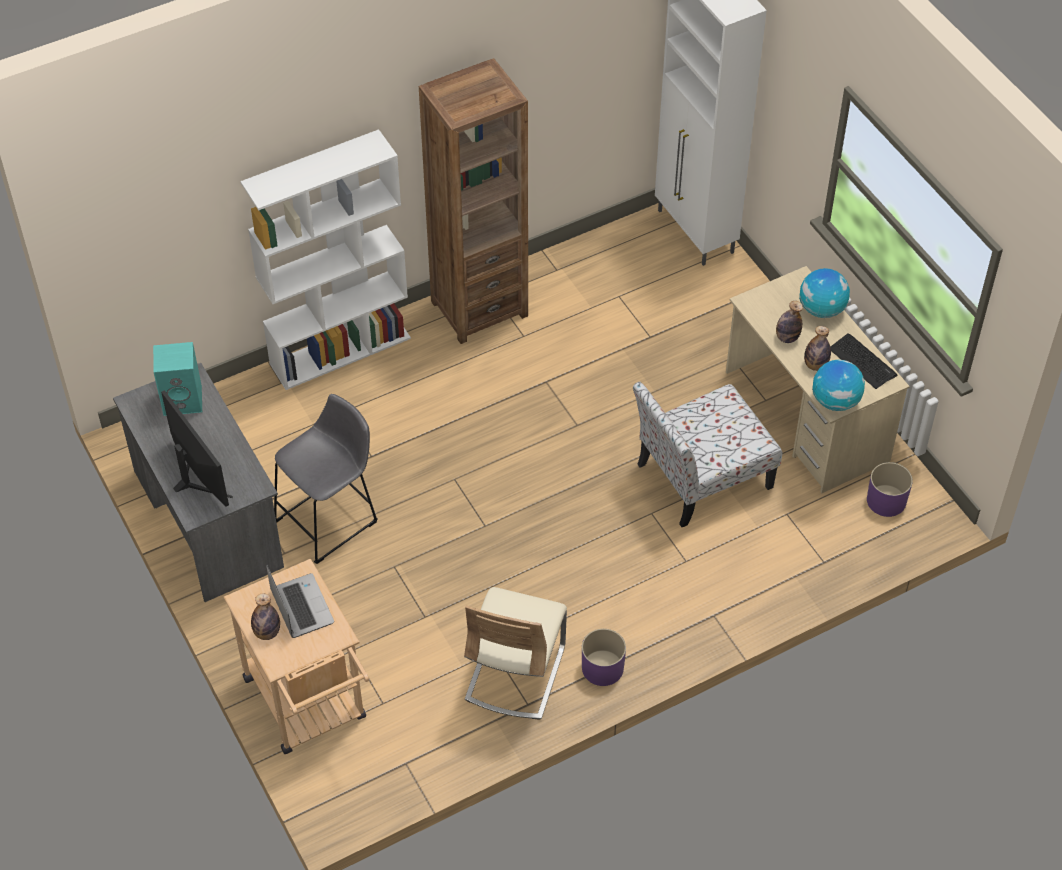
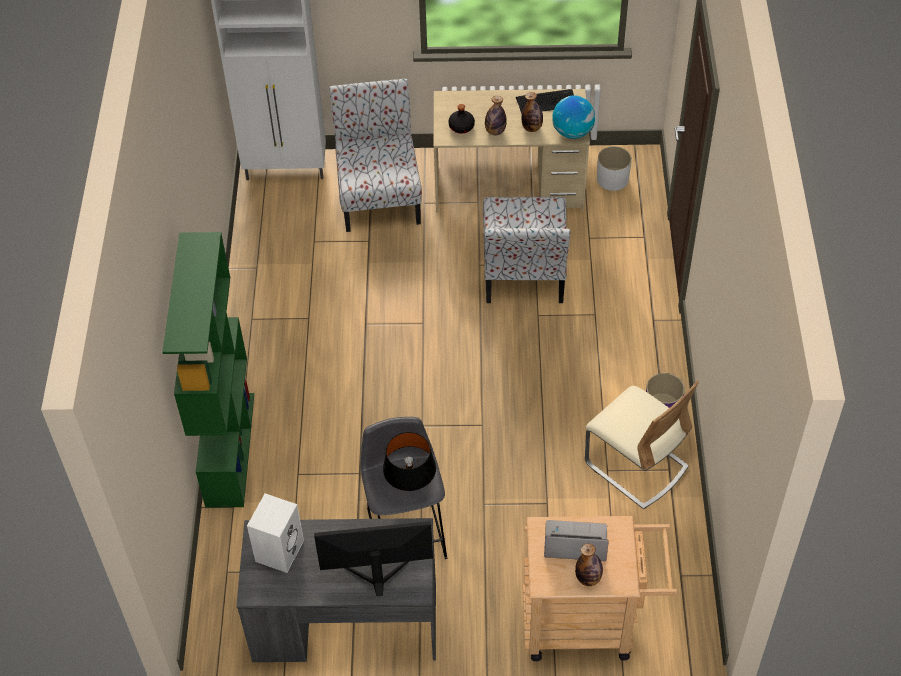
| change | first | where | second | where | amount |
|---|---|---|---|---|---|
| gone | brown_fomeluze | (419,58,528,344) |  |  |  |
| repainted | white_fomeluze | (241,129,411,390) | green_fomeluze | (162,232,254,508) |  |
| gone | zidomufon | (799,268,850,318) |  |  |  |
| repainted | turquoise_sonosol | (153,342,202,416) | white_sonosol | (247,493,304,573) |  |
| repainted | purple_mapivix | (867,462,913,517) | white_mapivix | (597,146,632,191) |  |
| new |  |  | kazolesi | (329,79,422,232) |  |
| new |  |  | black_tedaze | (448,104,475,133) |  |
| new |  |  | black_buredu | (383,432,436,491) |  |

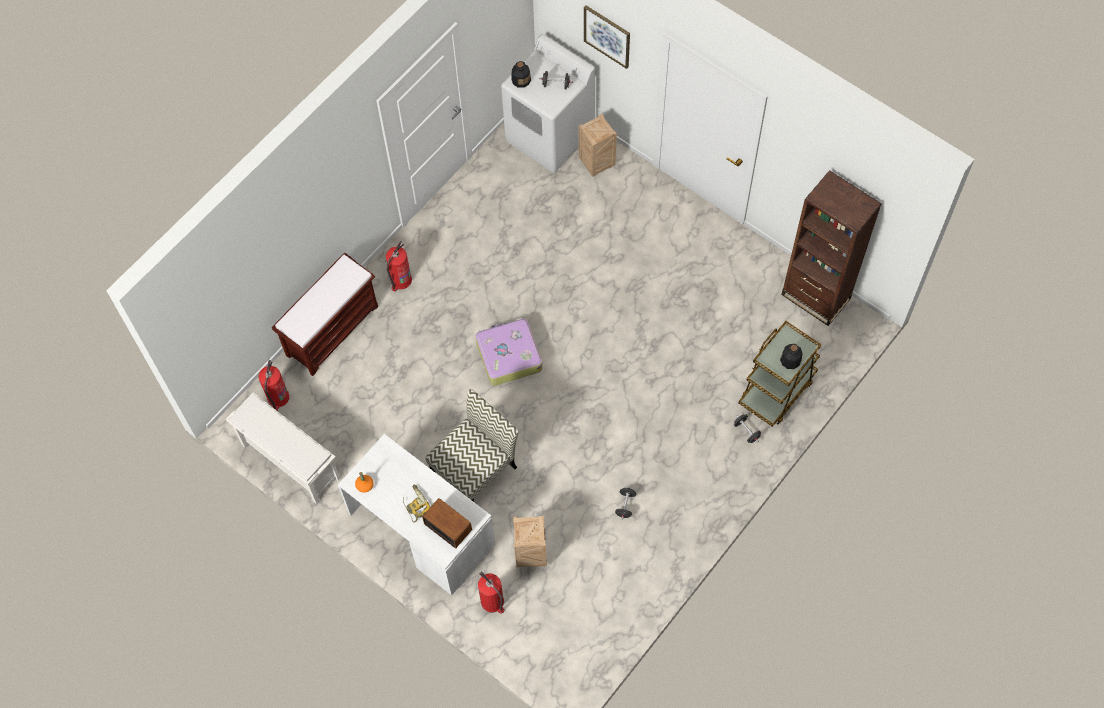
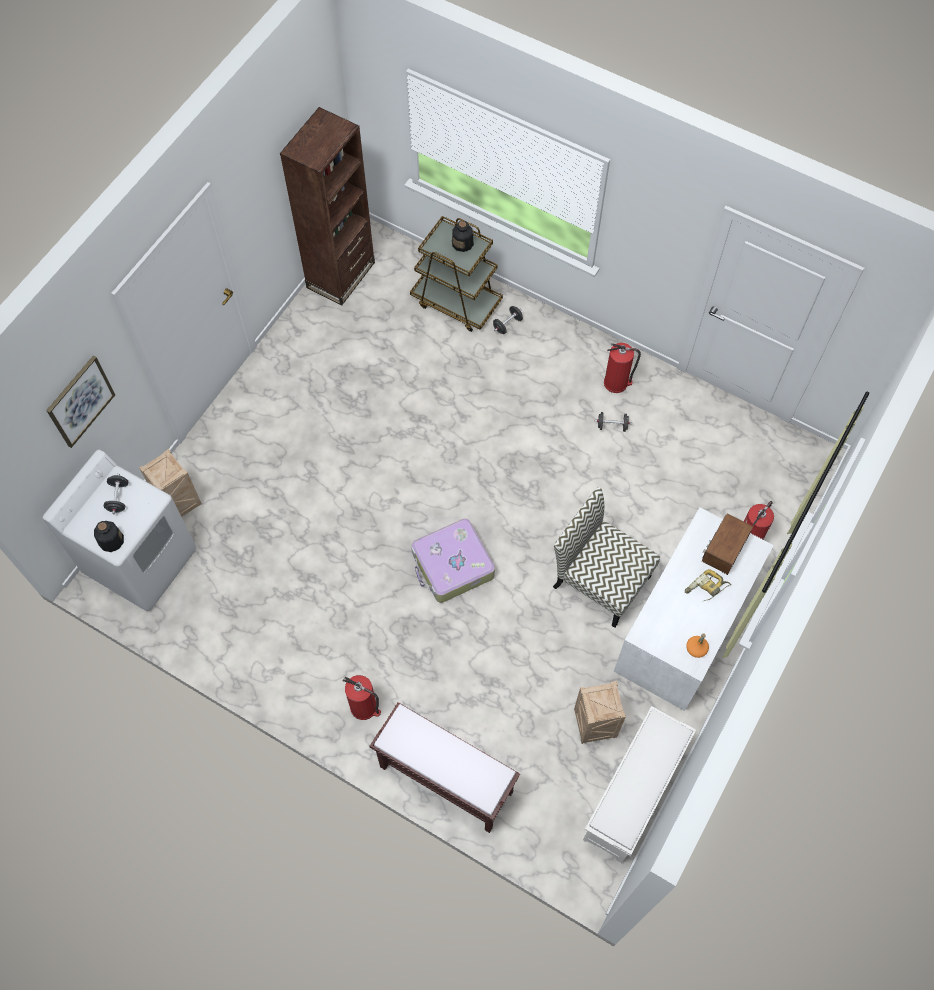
| change | first | where | second | where | amount |
|---|---|---|---|---|---|
| shifted | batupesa | (258,360,289,411) |  | (604,343,641,393) |  |
| shifted | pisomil | (513,516,547,568) |  | (574,681,626,744) |  |

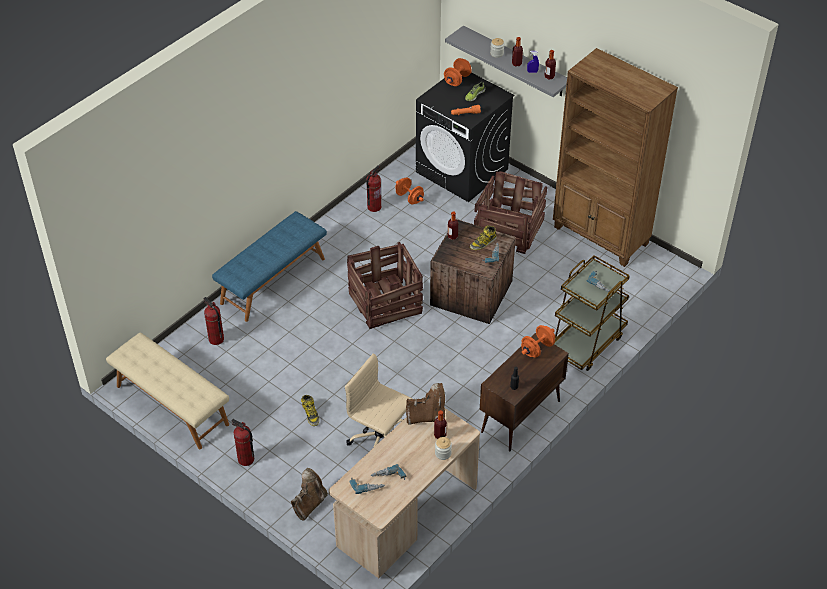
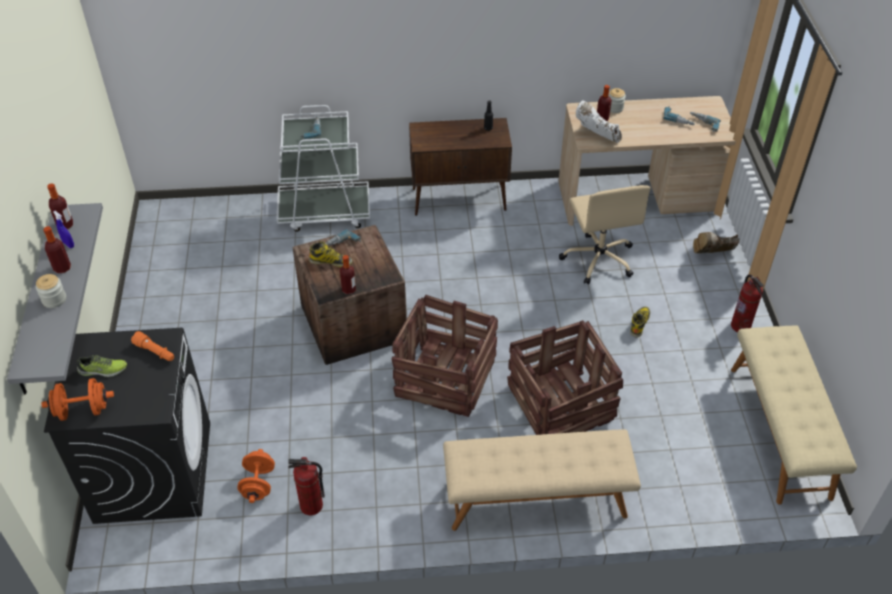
| change | first | where | second | where | amount |
|---|---|---|---|---|---|
| gone | brown_fomeluze | (553,48,678,267) |  |  |  |
| shifted | pisomil | (474,171,547,254) |  | (507,320,623,435) |  |
| repainted | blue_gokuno | (212,211,327,322) | beige_gokuno | (443,429,641,531) |  |
| repainted | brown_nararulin | (554,255,630,371) | white_nararulin | (277,105,370,232) |  |
| gone | batupesa | (204,297,224,345) |  |  |  |
| gone | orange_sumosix | (521,325,555,358) |  |  |  |
| repainted | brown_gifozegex | (406,383,445,425) | white_gifozegex | (576,100,622,143) |  |

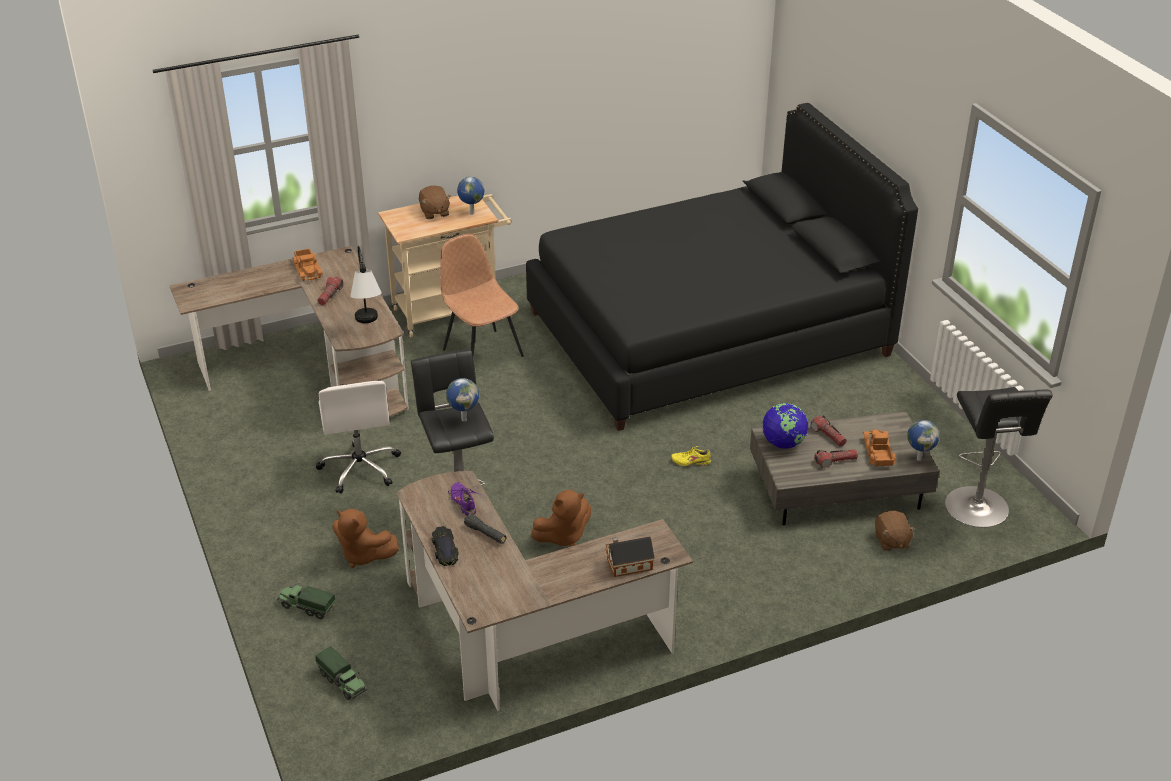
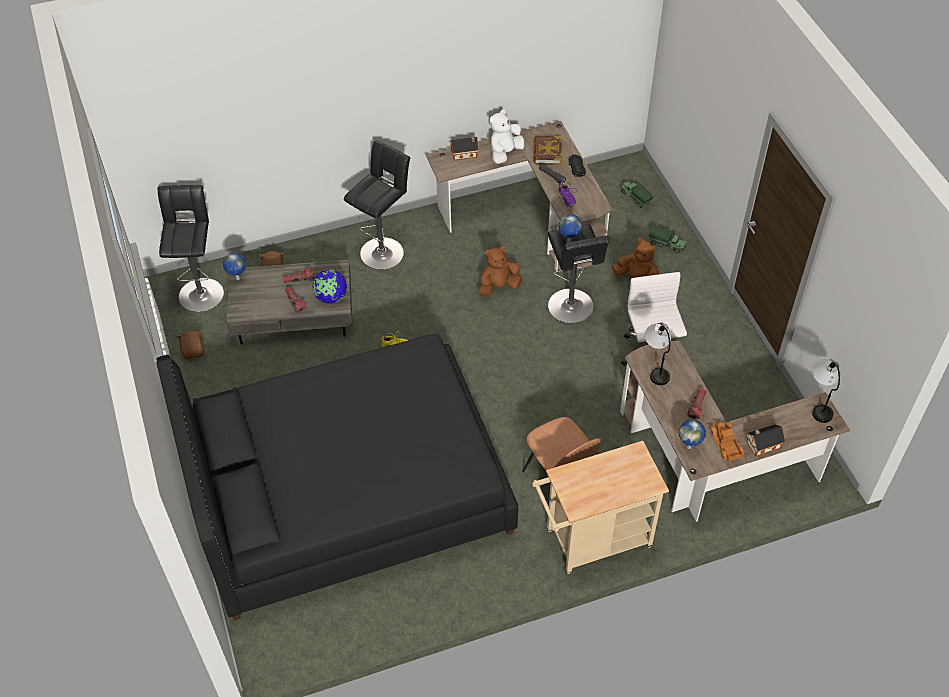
| change | first | where | second | where | amount |
|---|---|---|---|---|---|
| shifted | zidomufon | (457,177,485,215) |  | (679,419,706,449) |  |
| shifted | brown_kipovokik | (419,185,451,219) |  | (176,330,204,359) |  |
| gone | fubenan | (863,430,896,466) |  |  |  |
| new |  |  | white_kipovokik | (490,110,525,164) |  |
| new |  |  | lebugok | (534,136,562,165) |  |
| new |  |  | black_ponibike | (344,140,410,270) |  |
| new |  |  | buredu | (812,359,840,423) |  |
| new |  |  | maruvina | (746,424,785,457) |  |

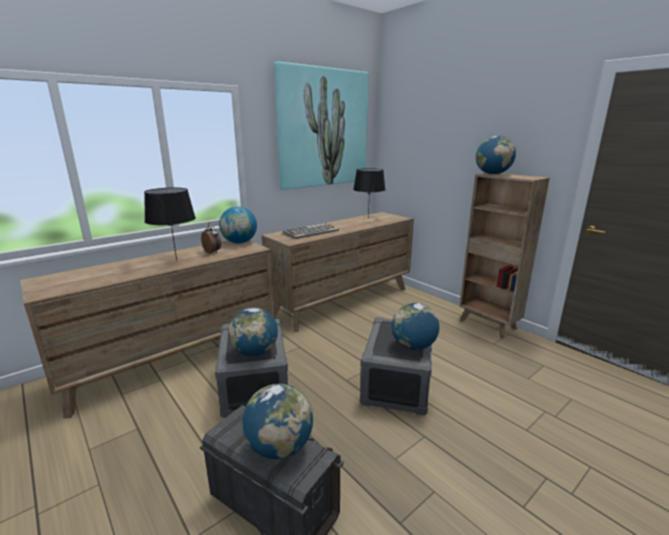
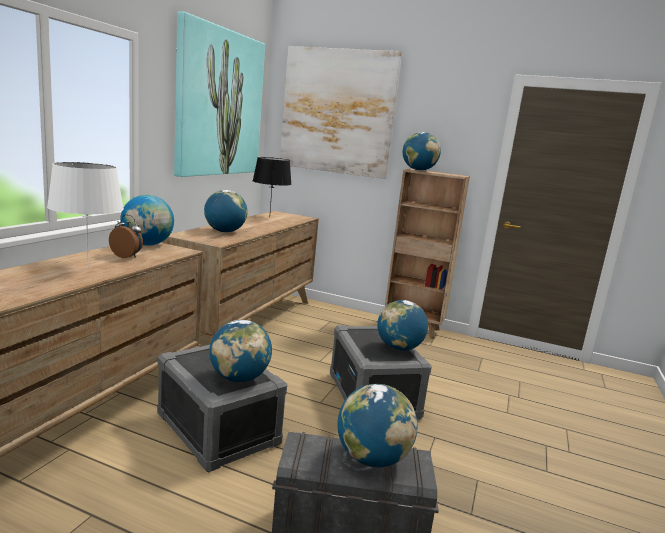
| change | first | where | second | where | amount |
|---|---|---|---|---|---|
| repainted | black_buredu | (144,188,196,261) | white_buredu | (47,162,124,268) |  |
| swapped | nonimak | (283,223,339,239) | zidomufon | (204,190,247,233) |  |
| new |  |  | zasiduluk | (280,46,402,179) |  |

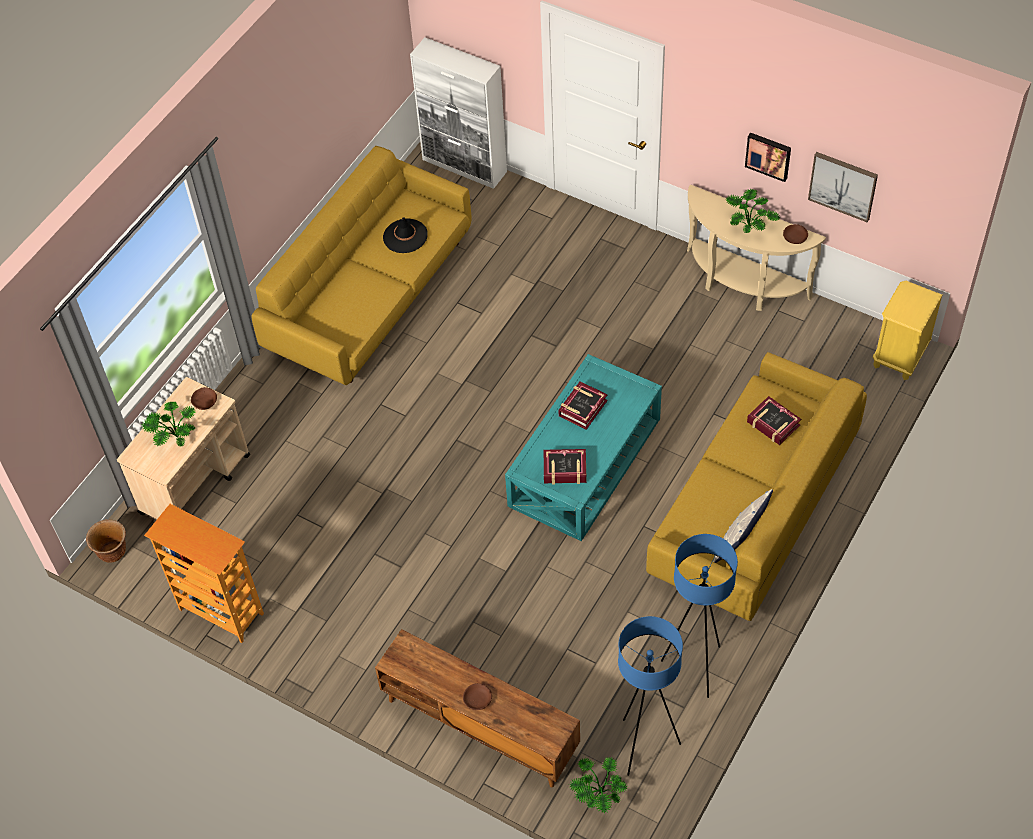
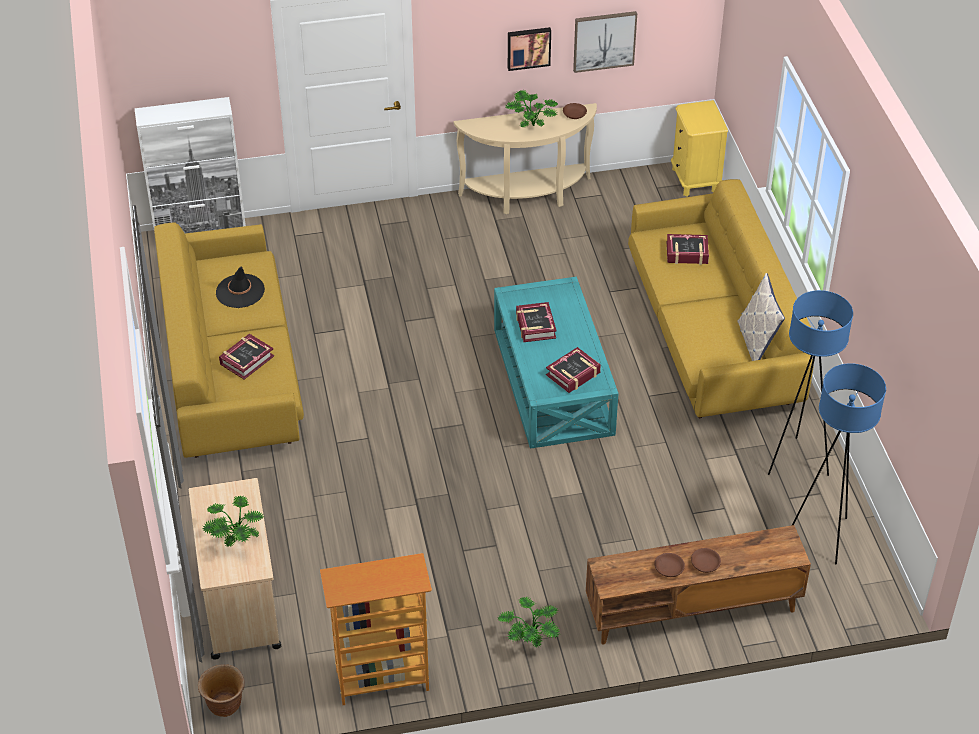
| change | first | where | second | where | amount |
|---|---|---|---|---|---|
| shifted | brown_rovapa | (191,387,217,410) |  | (654,553,685,577) |  |
| shifted | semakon | (569,757,628,814) |  | (498,596,560,648) |  |
| new |  |  | lebugok | (219,334,274,379) |  |

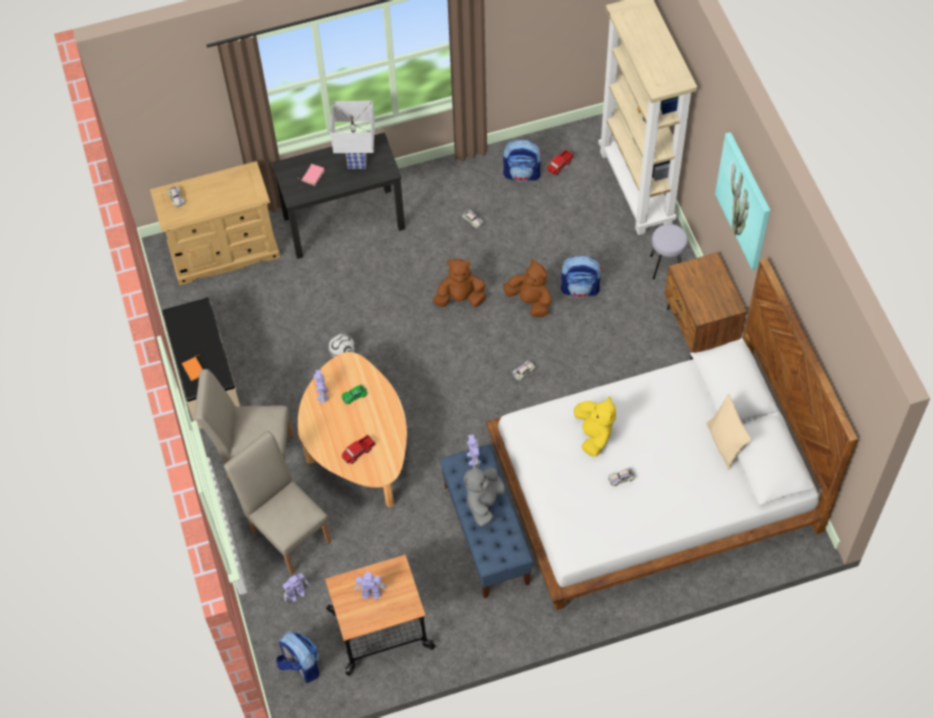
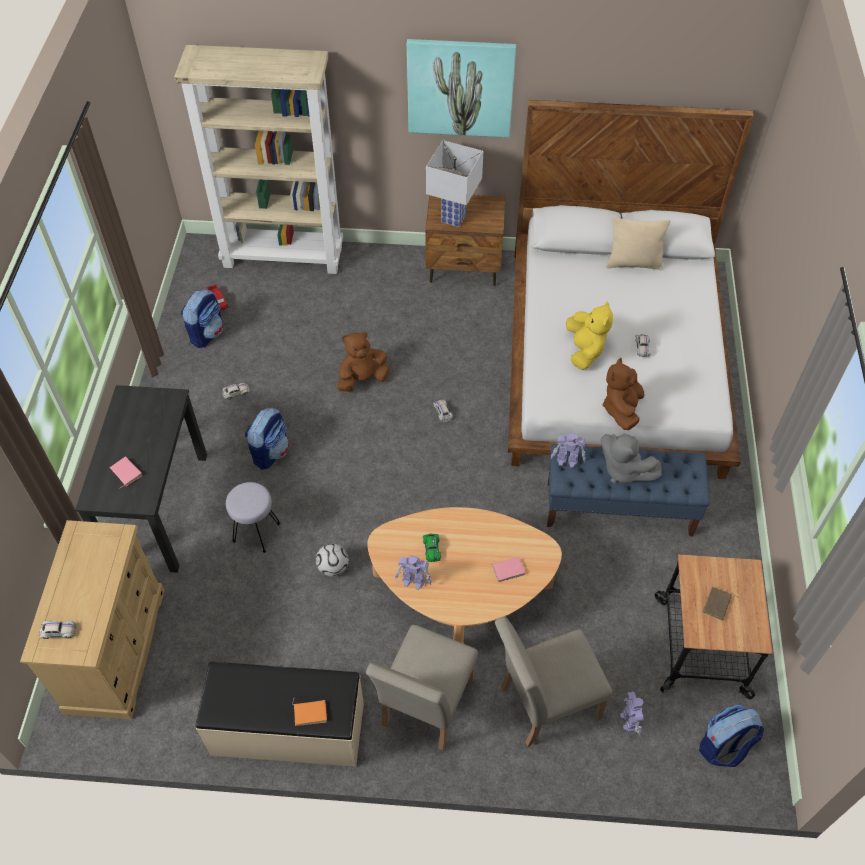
| change | first | where | second | where | amount |
|---|---|---|---|---|---|
| shifted | white_buredu | (330,101,375,169) |  | (426,140,483,227) |  |
| shifted | grey_ponibike | (650,224,688,279) |  | (226,482,280,553) |  |
| shifted | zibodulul | (561,256,602,298) |  | (245,408,289,470) |  |
| shifted | brown_kipovokik | (433,259,486,307) |  | (603,358,645,430) |  |
| rotated | yellow_kipovokik | (574,396,616,457) |  | (566,301,613,370) | 75 degrees clockwise |
| swapped | fubenan | (342,435,376,464) | pink_lebugok | (490,557,526,582) |  |
| swapped | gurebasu | (355,572,386,600) | brown_lebugok | (703,587,737,621) |  |

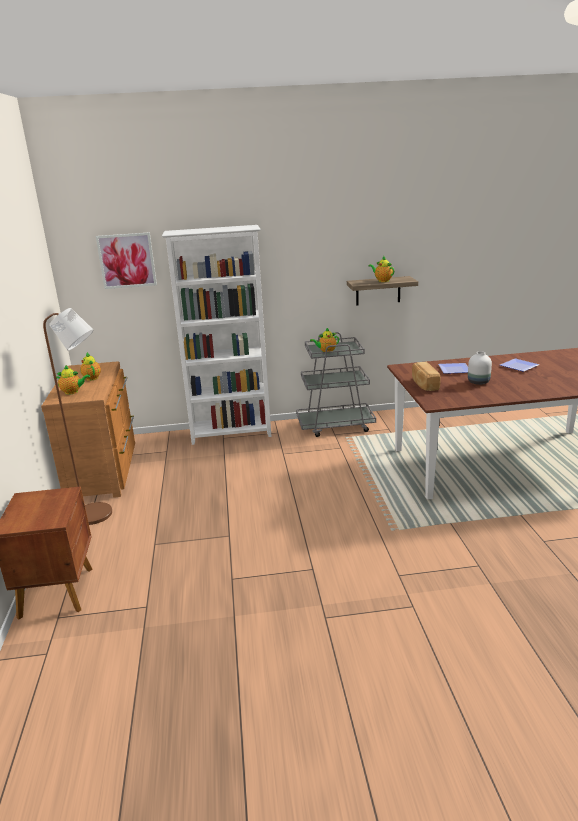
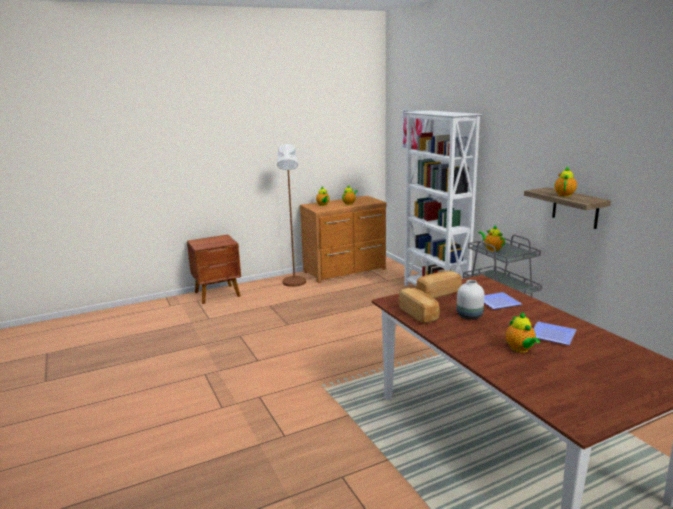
| change | first | where | second | where | amount |
|---|---|---|---|---|---|
| new |  |  | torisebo | (398,288,440,324) |  |
| new |  |  | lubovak | (506,312,540,353) |  |

